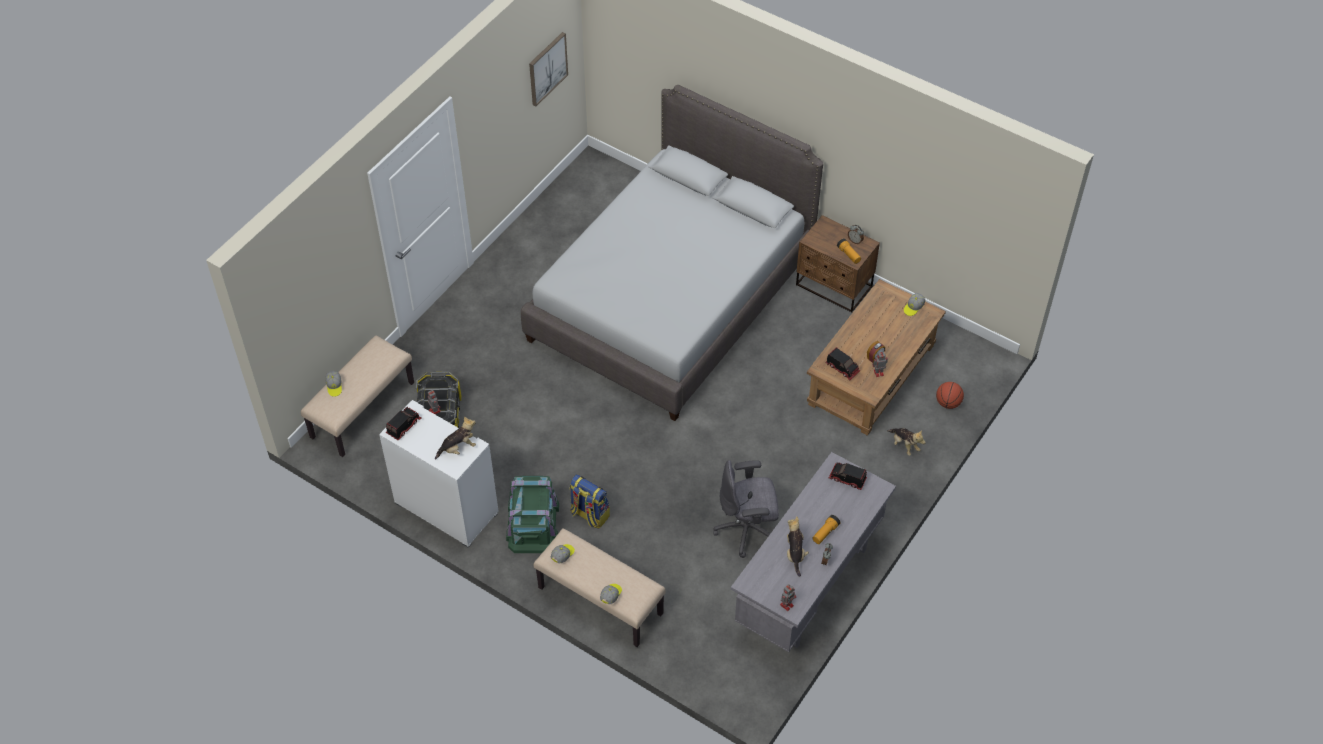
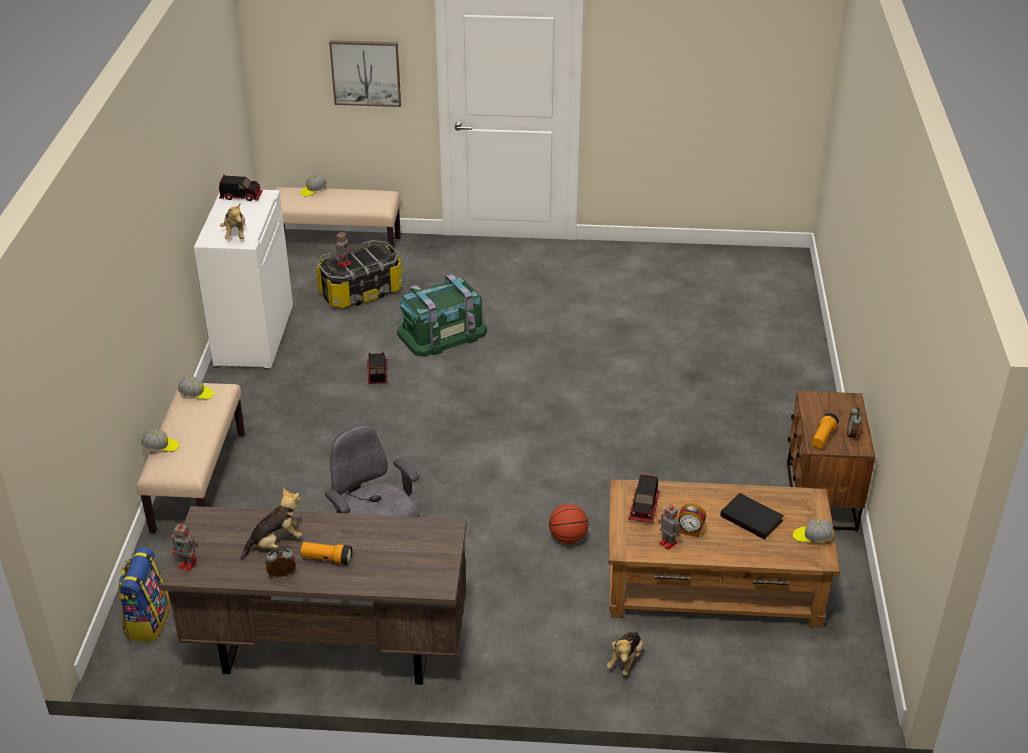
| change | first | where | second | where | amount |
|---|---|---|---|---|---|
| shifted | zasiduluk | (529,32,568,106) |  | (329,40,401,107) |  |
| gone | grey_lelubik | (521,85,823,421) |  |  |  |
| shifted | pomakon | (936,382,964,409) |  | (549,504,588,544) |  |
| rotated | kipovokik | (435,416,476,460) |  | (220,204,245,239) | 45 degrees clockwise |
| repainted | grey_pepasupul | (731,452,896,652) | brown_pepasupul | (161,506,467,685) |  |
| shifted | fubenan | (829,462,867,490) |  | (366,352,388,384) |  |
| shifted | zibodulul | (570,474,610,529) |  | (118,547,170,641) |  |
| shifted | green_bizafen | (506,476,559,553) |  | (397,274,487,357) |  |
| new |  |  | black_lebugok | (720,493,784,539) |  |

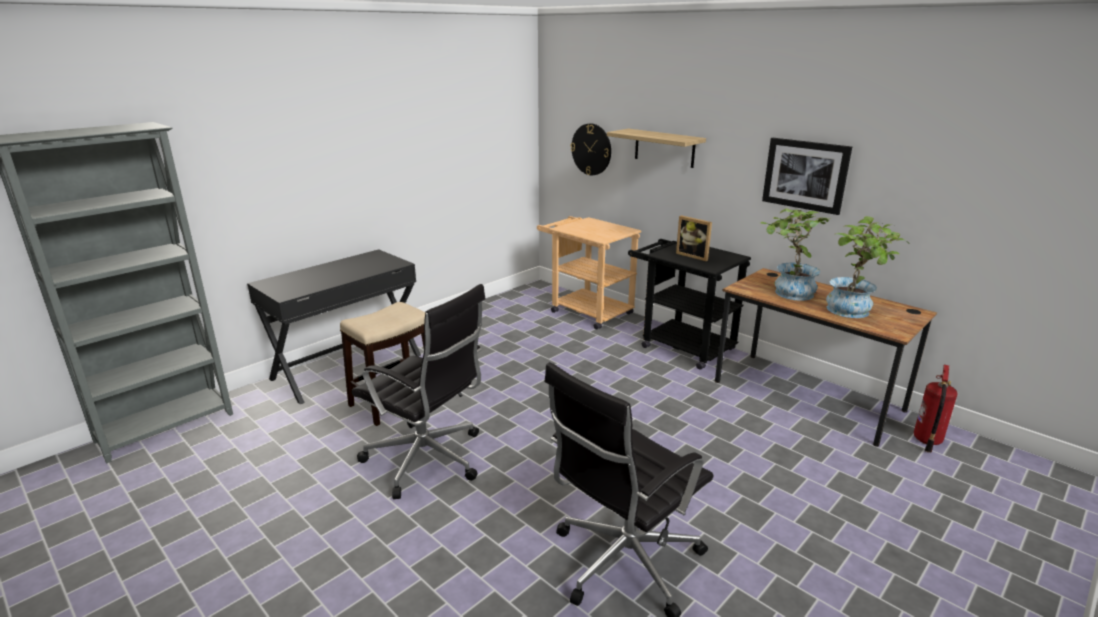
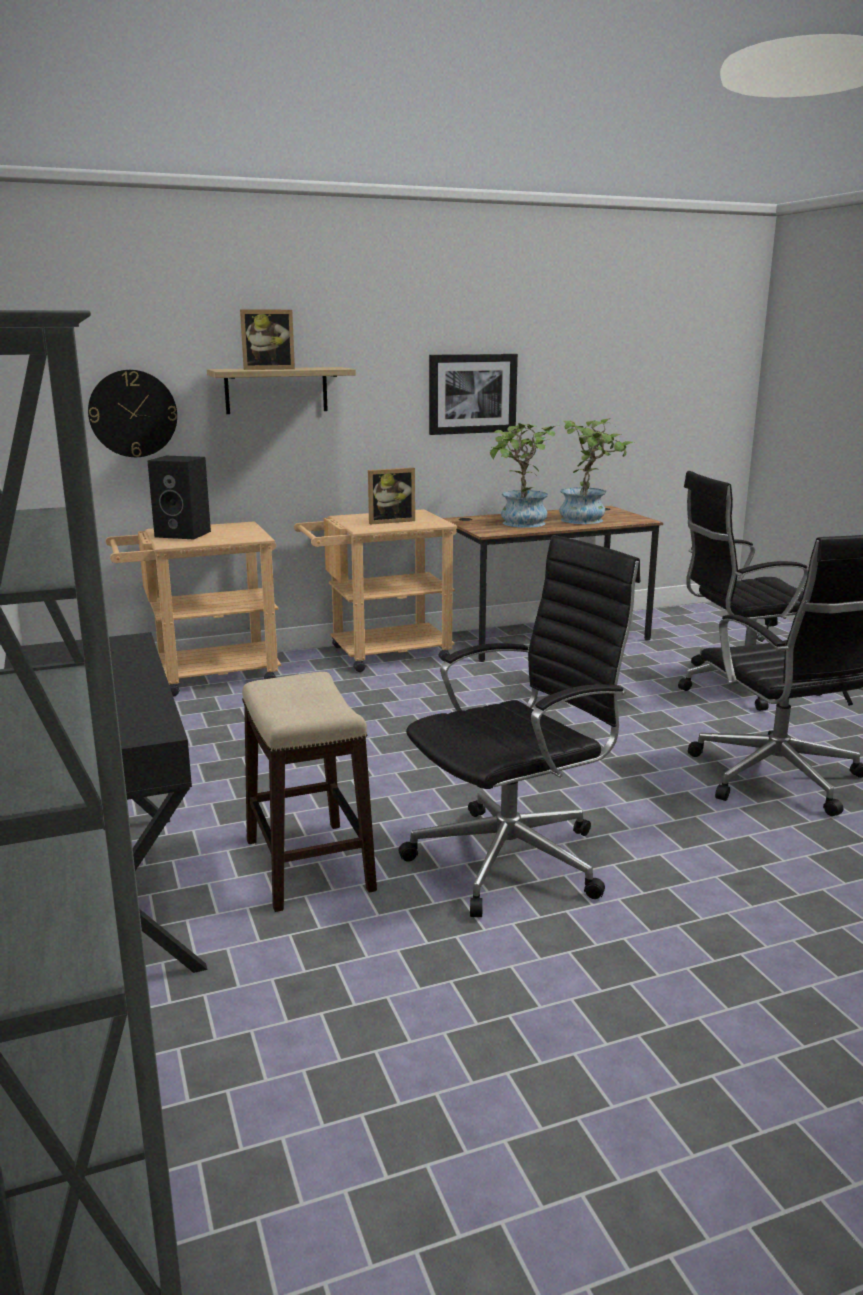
| change | first | where | second | where | amount |
|---|---|---|---|---|---|
| repainted | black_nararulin | (628,239,751,370) | beige_nararulin | (294,509,457,672) |  |
| gone | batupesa | (914,365,958,453) |  |  |  |
| new |  |  | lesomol | (240,309,295,370) |  |
| new |  |  | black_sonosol | (148,456,211,539) |  |
| new |  |  | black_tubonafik | (678,471,822,711) |  |

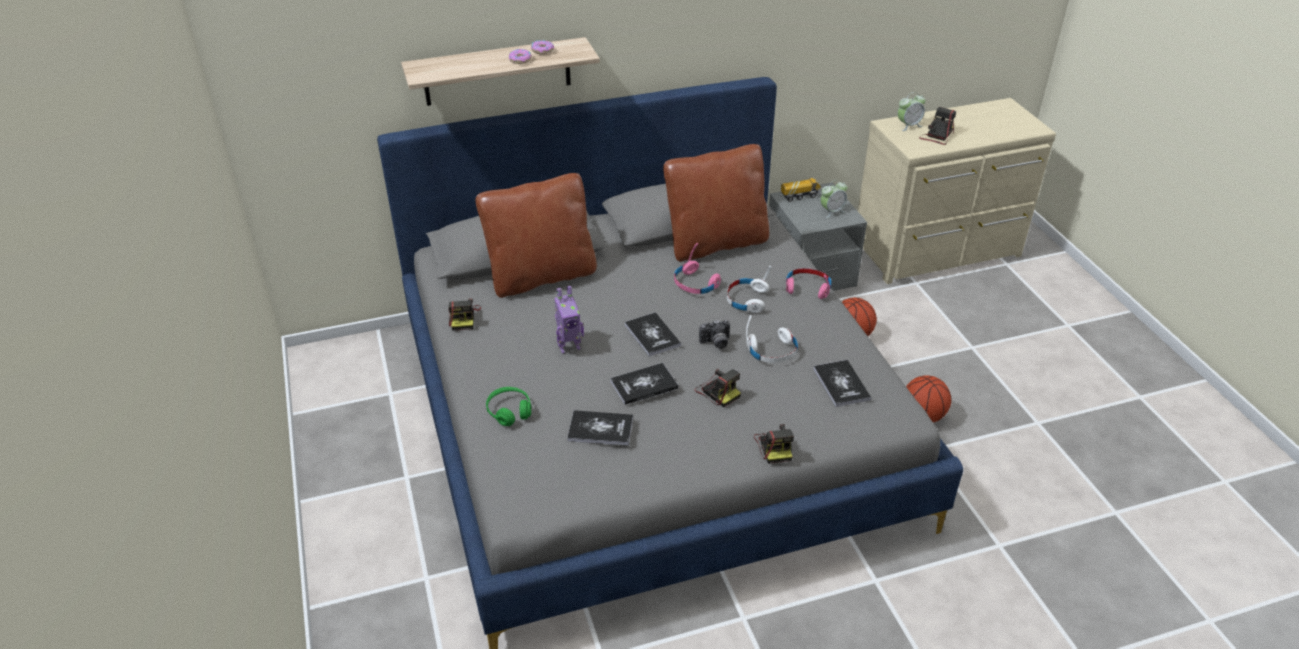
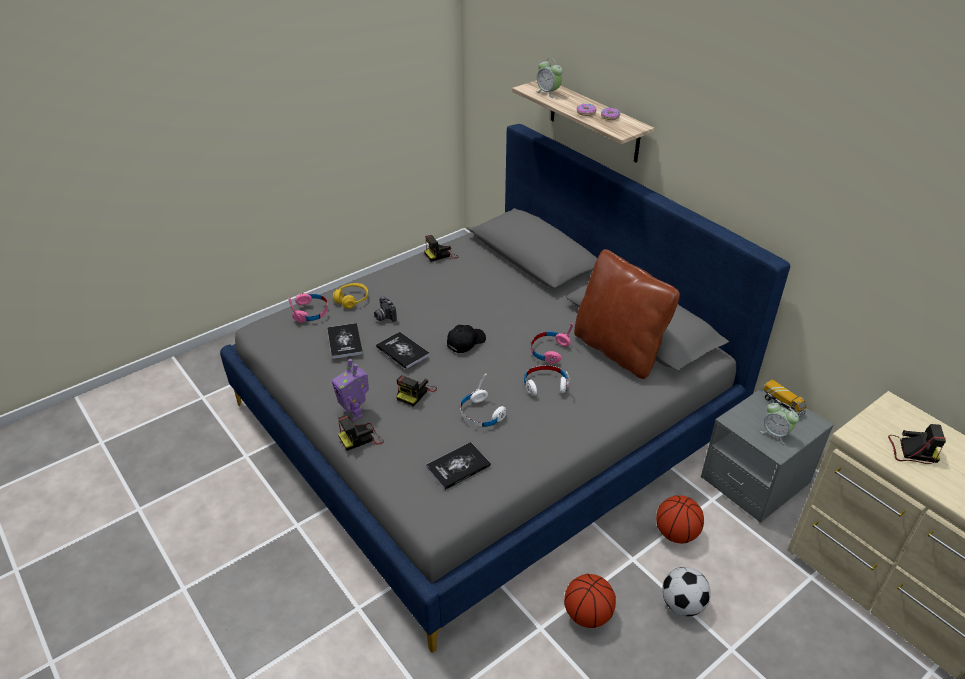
| change | first | where | second | where | amount |
|---|---|---|---|---|---|
| shifted | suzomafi | (898,92,926,131) |  | (536,58,563,98) |  |
| gone | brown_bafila | (476,173,597,298) |  |  |  |
| shifted | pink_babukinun | (786,268,832,299) |  | (288,293,328,322) |  |
| shifted | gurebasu | (555,286,584,353) |  | (332,359,369,421) |  |
| swapped | lebugok | (625,312,681,357) | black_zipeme | (447,325,486,353) |  |
| shifted | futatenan | (699,320,730,349) |  | (374,296,397,322) |  |
| repainted | green_babukinun | (486,387,531,426) | yellow_babukinun | (333,283,368,309) |  |
| new |  |  | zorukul | (662,567,711,616) |  |

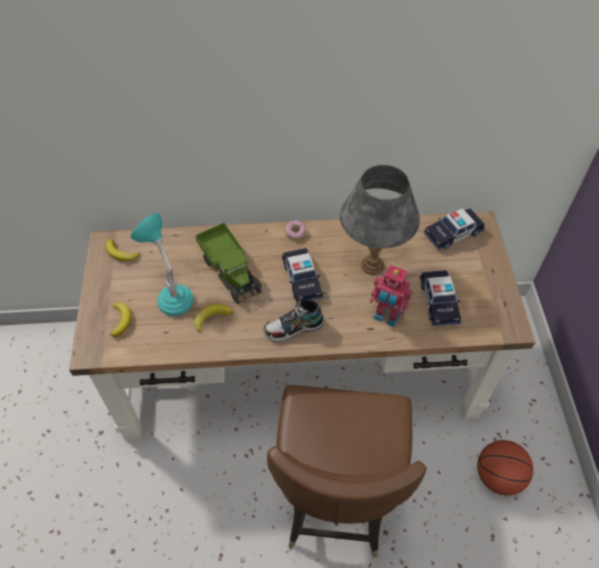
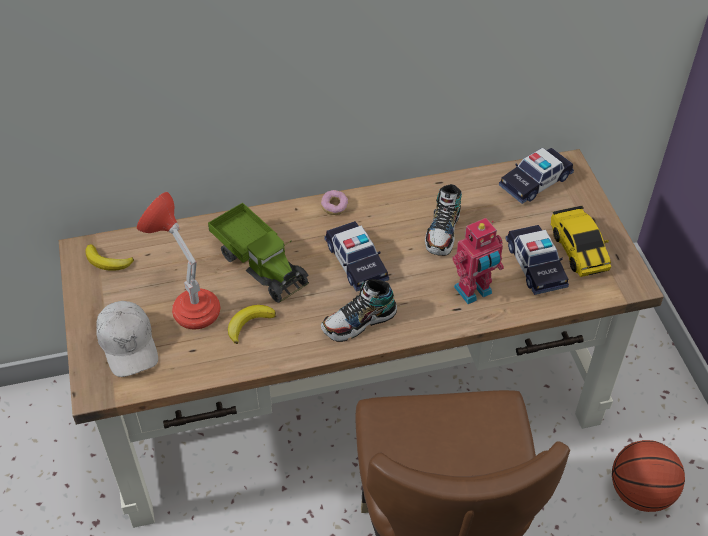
| change | first | where | second | where | amount |
|---|---|---|---|---|---|
| swapped | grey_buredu | (340,165,420,275) | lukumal | (425,184,462,256) |  |
| repainted | turquoise_buredu | (131,213,194,316) | red_buredu | (137,192,220,329) |  |
| rotated | gurebasu | (370,265,412,327) |  | (452,218,504,304) | 45 degrees counterclockwise |
| swapped | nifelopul | (110,303,131,337) | white_zipeme | (96,301,158,377) |  |
| new |  |  | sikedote | (551,206,612,277) |  |

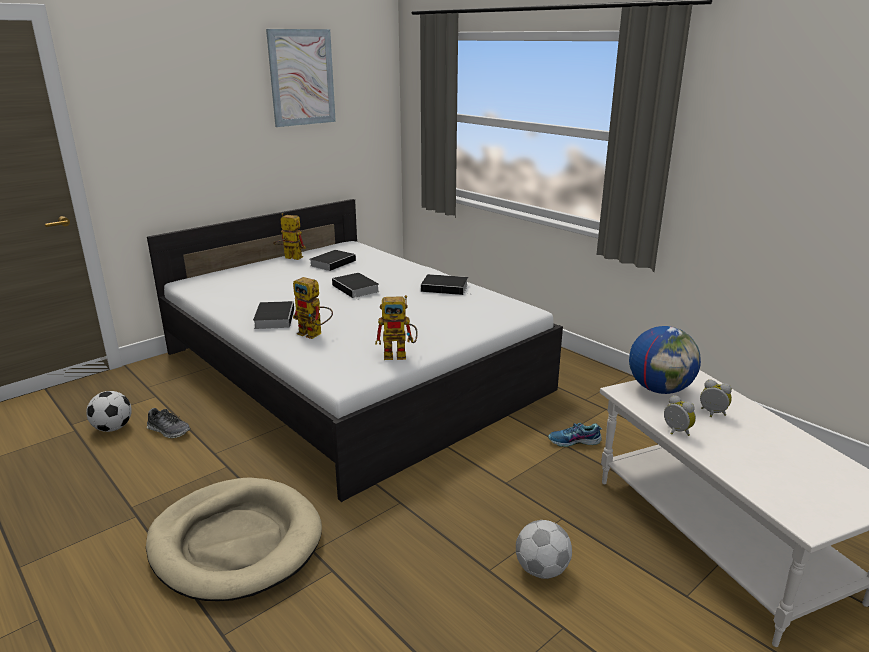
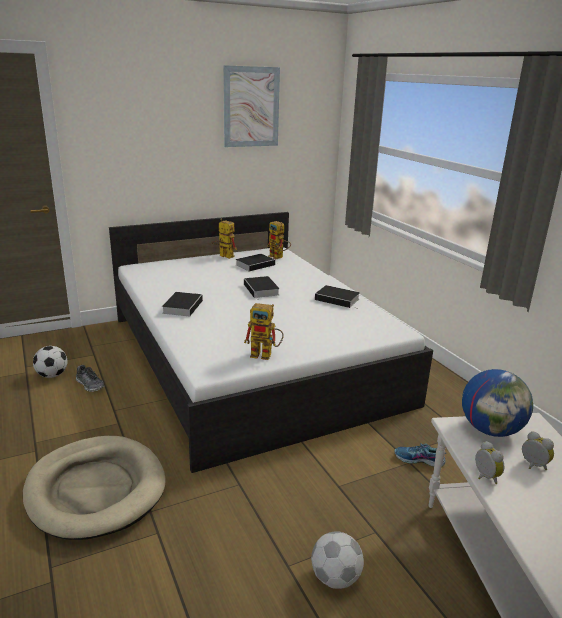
| change | first | where | second | where | amount |
|---|---|---|---|---|---|
| shifted | gurebasu | (293,277,333,339) |  | (267,221,291,259) |  |

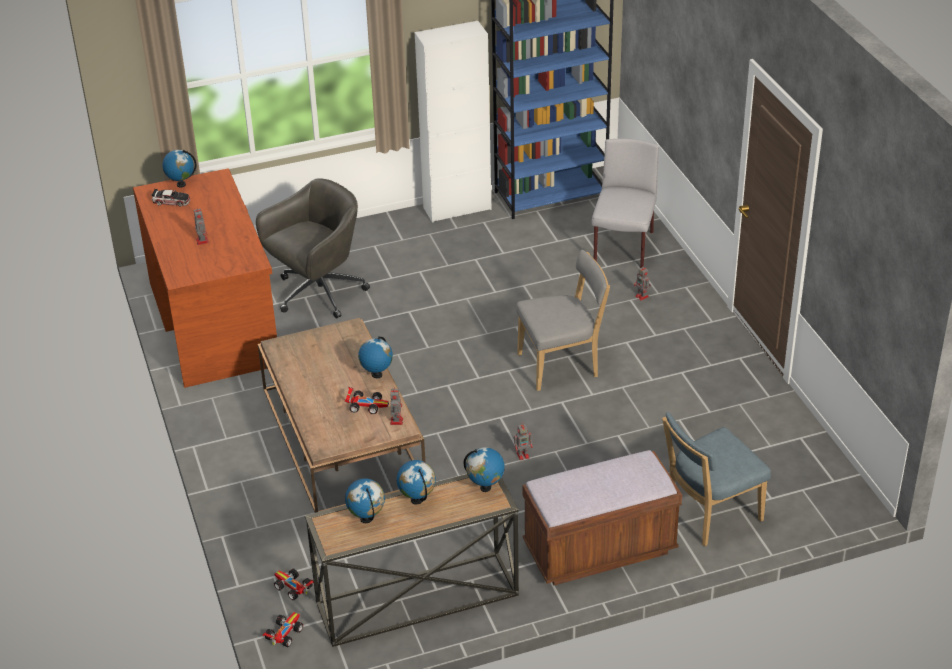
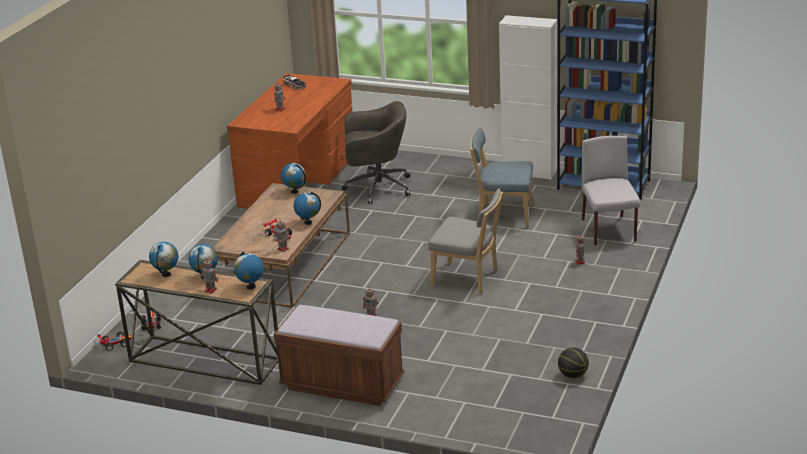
| change | first | where | second | where | amount |
|---|---|---|---|---|---|
| rotated | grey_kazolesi | (592,139,659,268) |  | (582,136,640,246) | 60 degrees counterclockwise |
| shifted | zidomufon | (163,150,196,188) |  | (281,163,306,194) |  |
| shifted | blue_kazolesi | (662,412,771,546) |  | (470,127,533,228) |  |
| new |  |  | gurebasu | (200,257,218,294) |  |
| new |  |  | pomakon | (558,348,589,378) |  |

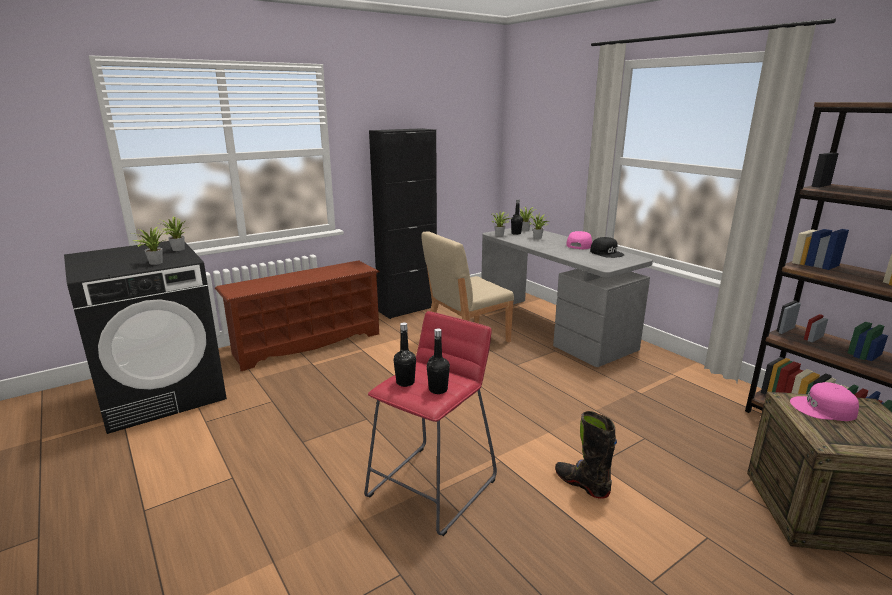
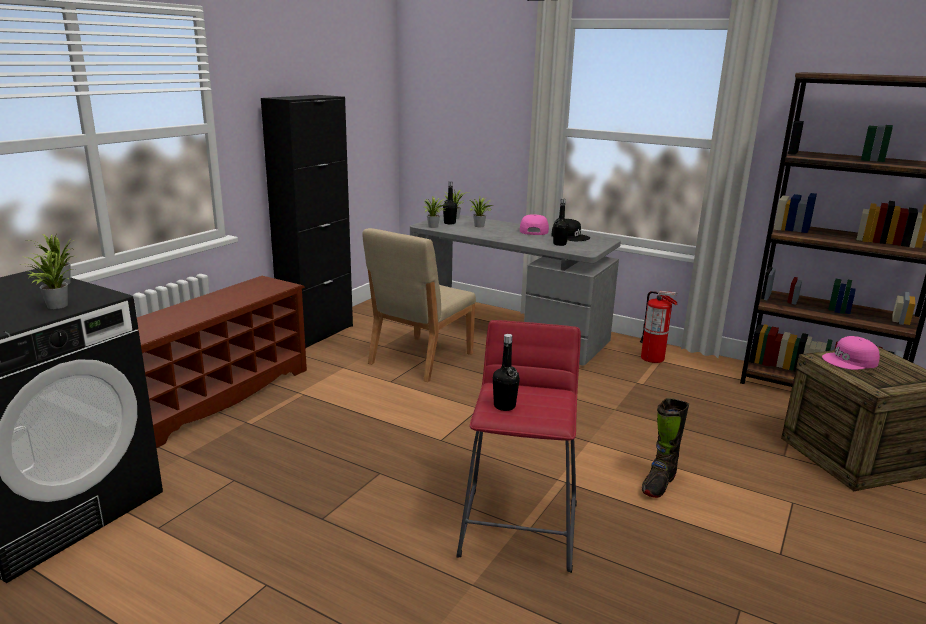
| change | first | where | second | where | amount |
|---|---|---|---|---|---|
| shifted | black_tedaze | (427,328,450,394) |  | (553,198,569,246) |  |
| rotated | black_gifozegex | (555,411,617,499) |  | (642,398,689,498) | 75 degrees counterclockwise |
| new |  |  | batupesa | (640,291,678,363) |  |

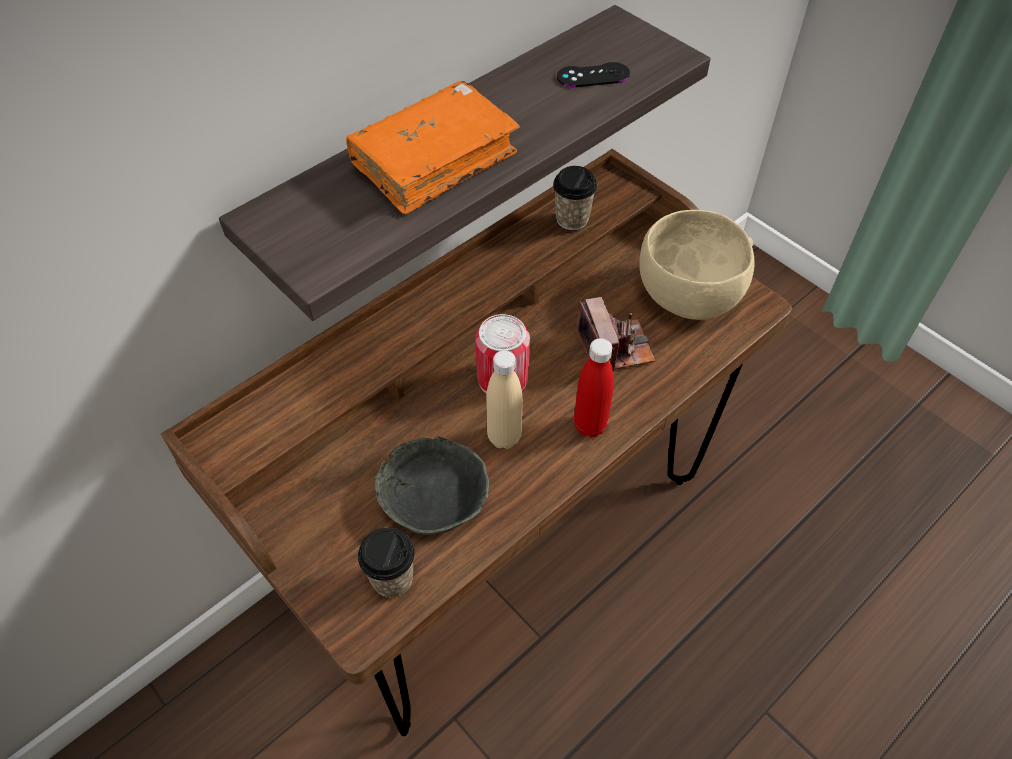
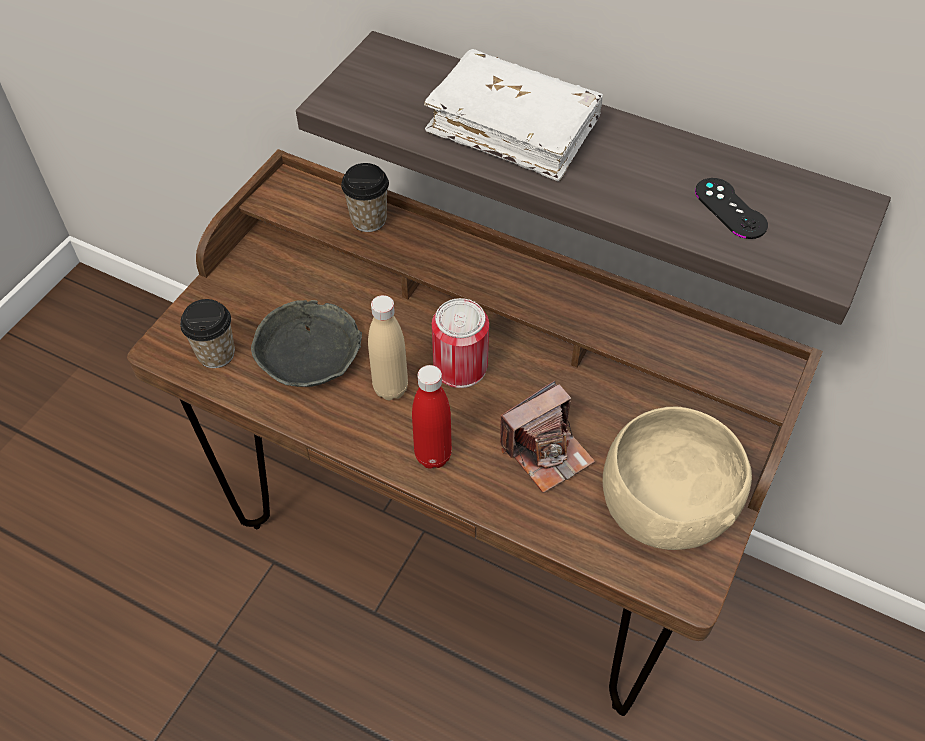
| change | first | where | second | where | amount |
|---|---|---|---|---|---|
| repainted | orange_lebugok | (346,81,520,215) | white_lebugok | (424,49,603,181) |  |
| shifted | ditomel | (553,166,597,230) |  | (341,163,389,232) |  |

